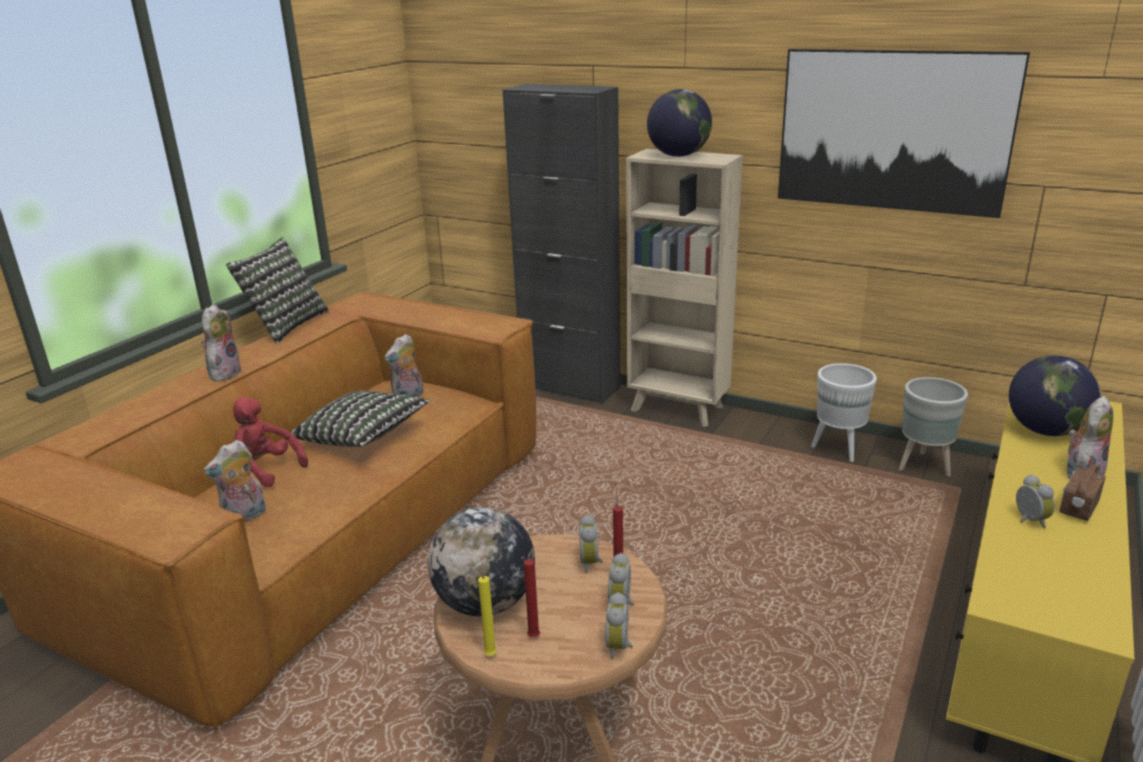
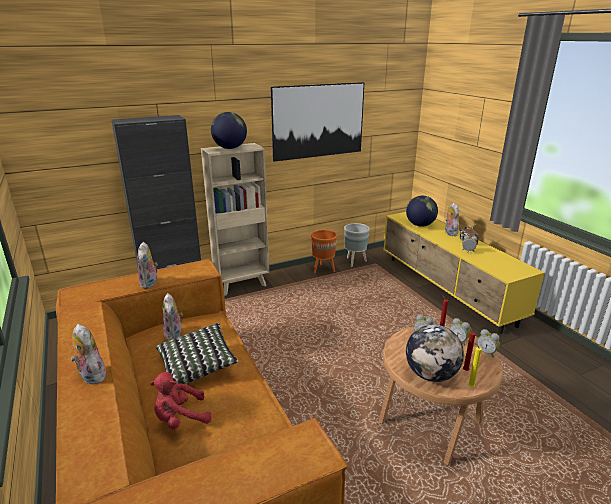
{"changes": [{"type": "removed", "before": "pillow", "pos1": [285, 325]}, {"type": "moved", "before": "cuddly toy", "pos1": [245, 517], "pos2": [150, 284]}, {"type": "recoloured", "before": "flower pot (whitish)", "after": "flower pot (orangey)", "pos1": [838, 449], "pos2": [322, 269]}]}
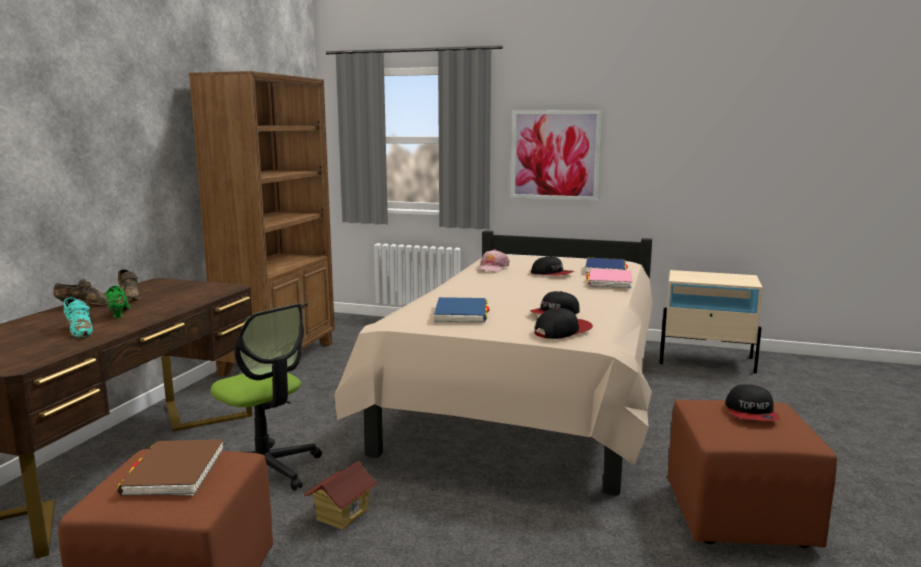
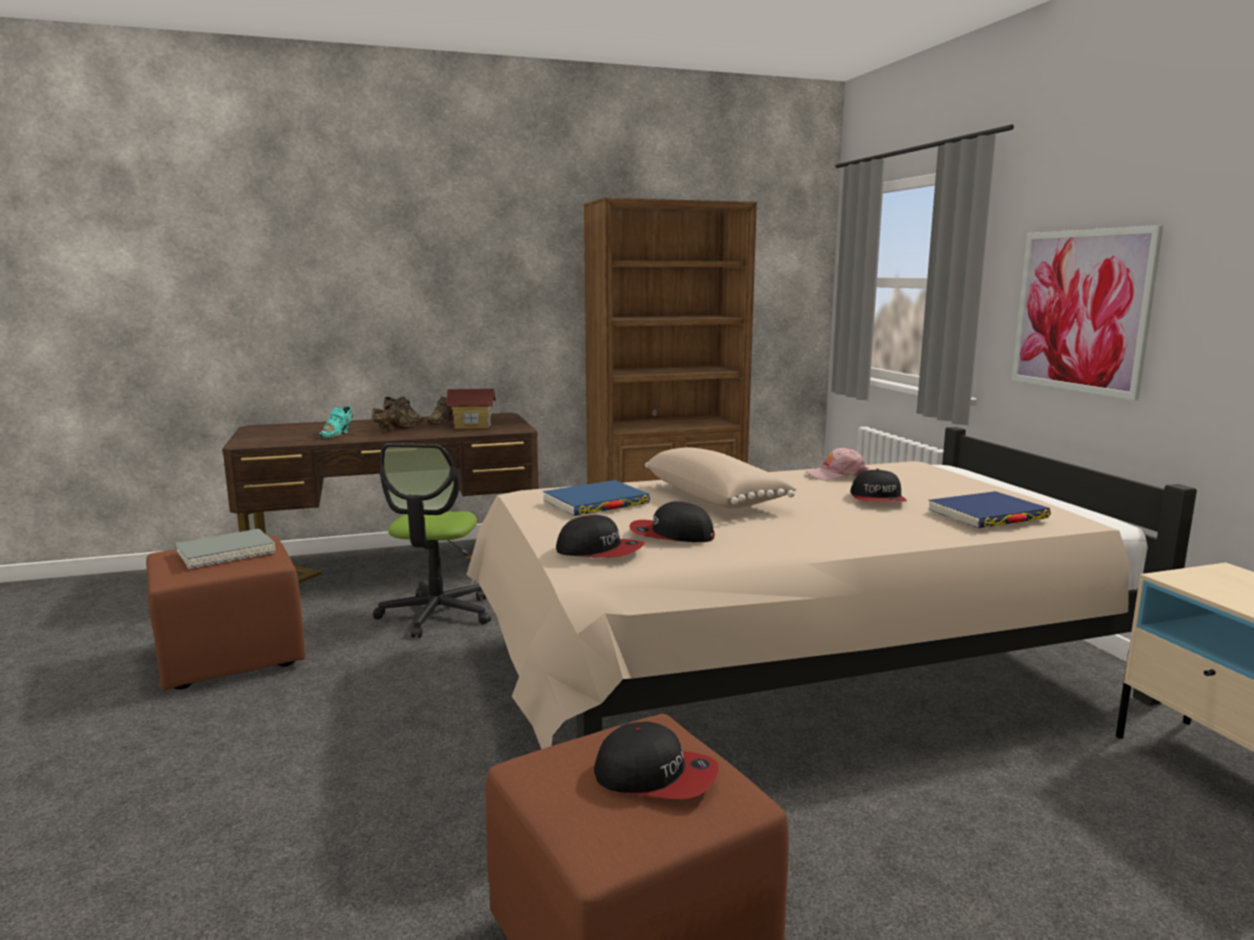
{"changes": [{"type": "removed", "before": "bound book (pink)", "pos1": [609, 282]}, {"type": "added", "after": "pillow (beige-coloured)", "pos2": [716, 498]}, {"type": "moved", "before": "toy house", "pos1": [342, 514], "pos2": [472, 426]}, {"type": "recoloured", "before": "shoe (greenish)", "after": "shoe (brown)", "pos1": [118, 314], "pos2": [393, 430]}, {"type": "recoloured", "before": "bound book (brown)", "after": "bound book (gray)", "pos1": [174, 472], "pos2": [226, 552]}, {"type": "turned", "before": "cap", "pos1": [751, 413], "pos2": [656, 776], "turn": -135}]}
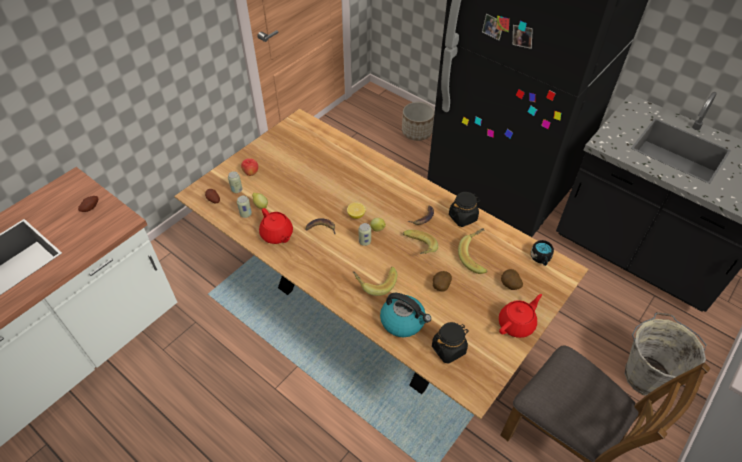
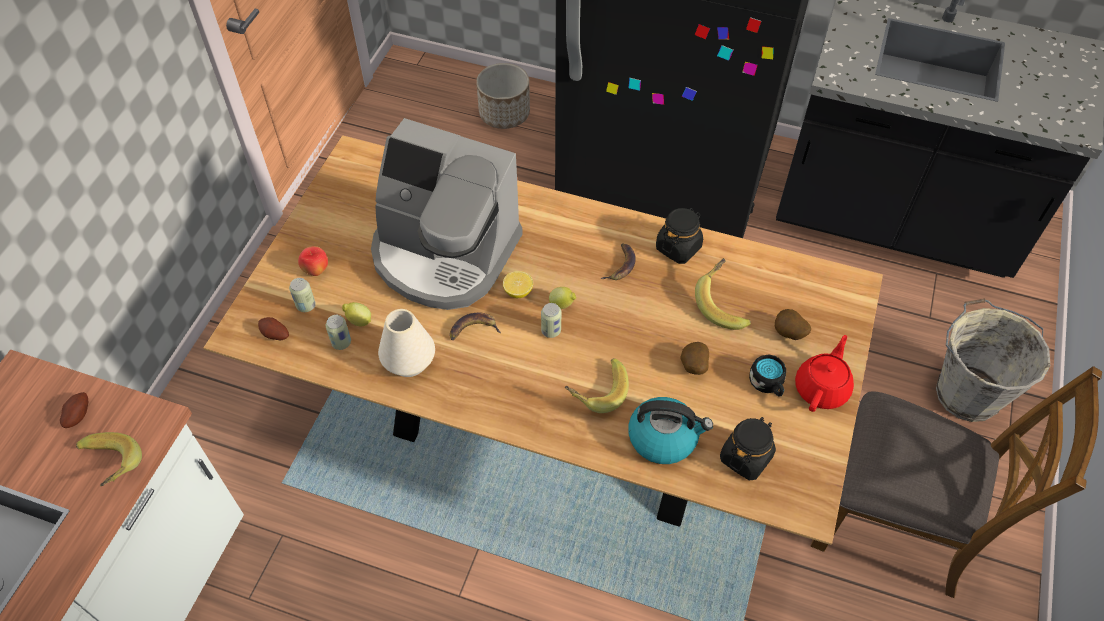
{"changes": [{"type": "added", "after": "coffee machine", "pos2": [444, 254]}, {"type": "moved", "before": "banana fruit", "pos1": [417, 250], "pos2": [110, 469]}, {"type": "moved", "before": "coffee mug (black)", "pos1": [541, 259], "pos2": [768, 384]}, {"type": "replaced", "before": "tea pot (red-coloured)", "after": "decorative vase (whitish)", "pos1": [277, 235], "pos2": [409, 362]}]}
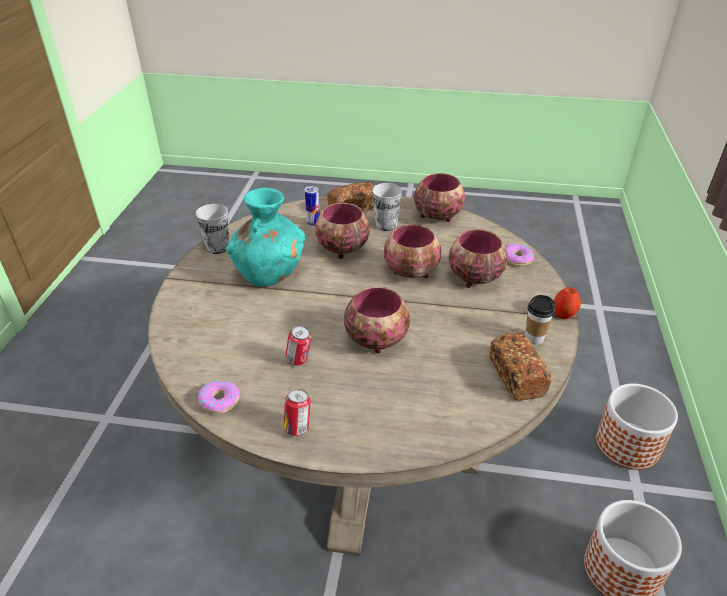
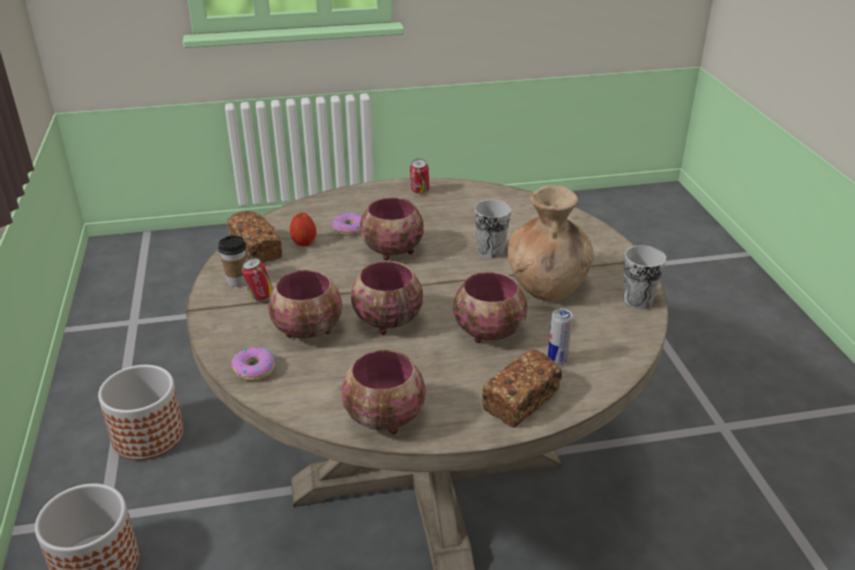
{"changes": [{"type": "moved", "before": "doughnut", "pos1": [219, 401], "pos2": [349, 229]}, {"type": "moved", "before": "sealed can", "pos1": [299, 360], "pos2": [259, 297]}, {"type": "moved", "before": "drinking cup", "pos1": [386, 225], "pos2": [490, 251]}, {"type": "moved", "before": "apple fruit", "pos1": [563, 315], "pos2": [304, 242]}, {"type": "recoloured", "before": "decorative vase (turquoise)", "after": "decorative vase (brown)", "pos1": [270, 272], "pos2": [547, 286]}]}
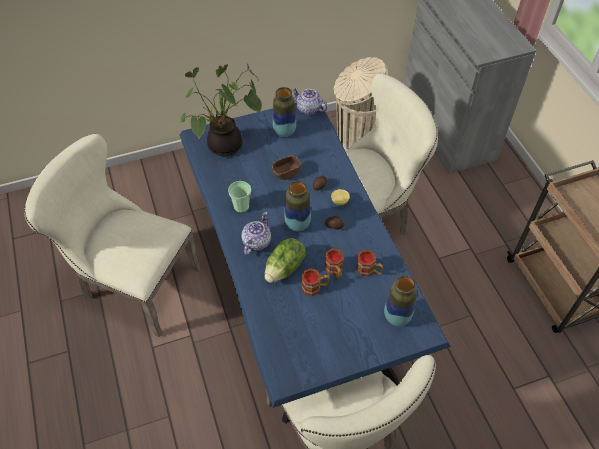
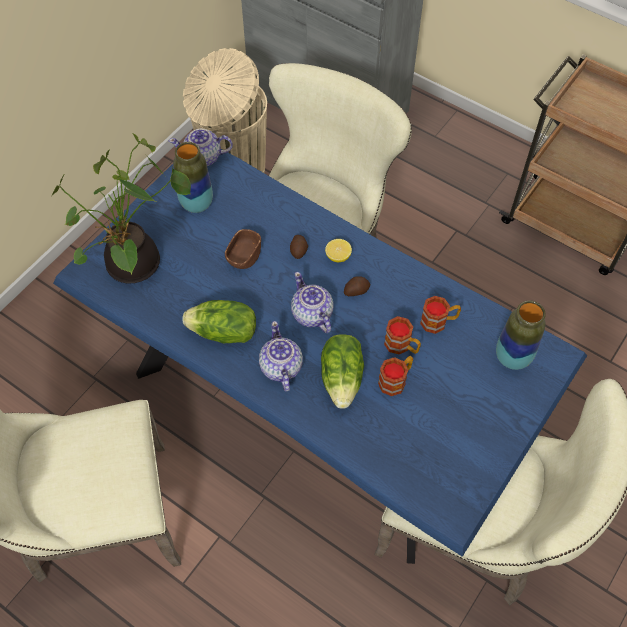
{"changes": [{"type": "replaced", "before": "drinking cup", "after": "head of lettuce", "pos1": [241, 206], "pos2": [223, 333]}, {"type": "replaced", "before": "decorative vase", "after": "tea pot", "pos1": [297, 224], "pos2": [312, 315]}]}
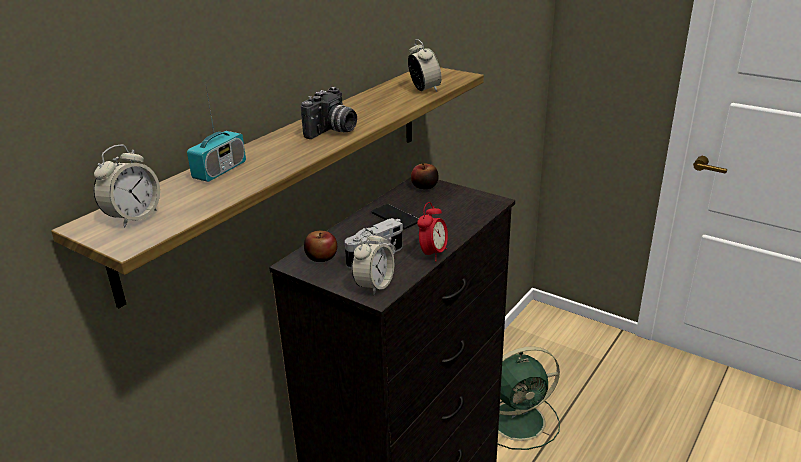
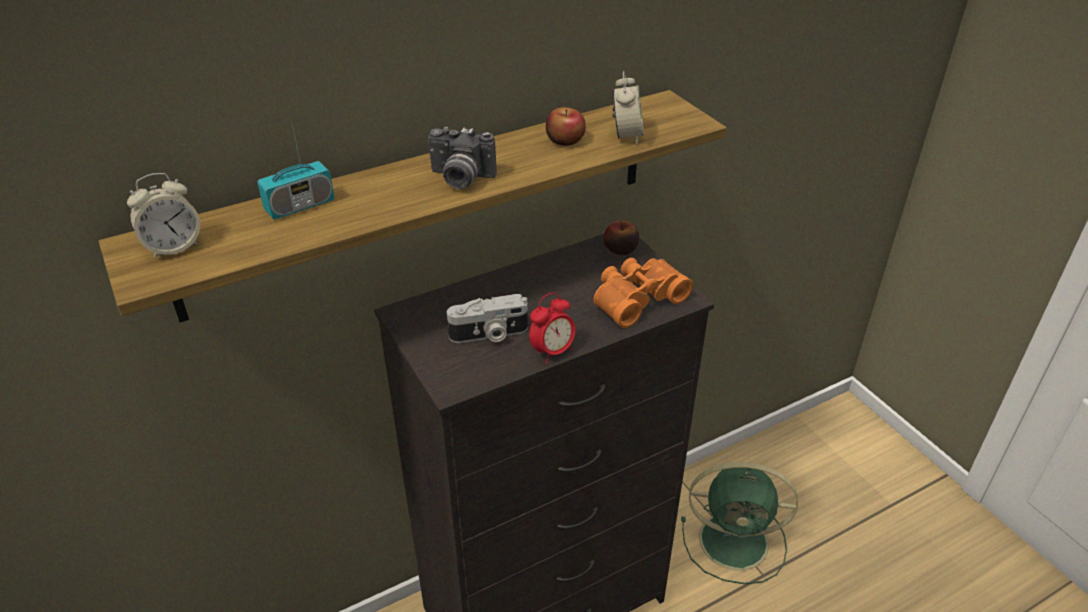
{"changes": [{"type": "removed", "before": "bedside clock", "pos1": [374, 285]}, {"type": "removed", "before": "phone", "pos1": [395, 217]}, {"type": "added", "after": "binoculars (orangey)", "pos2": [636, 298]}, {"type": "moved", "before": "apple fruit", "pos1": [321, 257], "pos2": [565, 140]}, {"type": "turned", "before": "photo camera", "pos1": [332, 131], "pos2": [460, 179], "turn": 45}]}
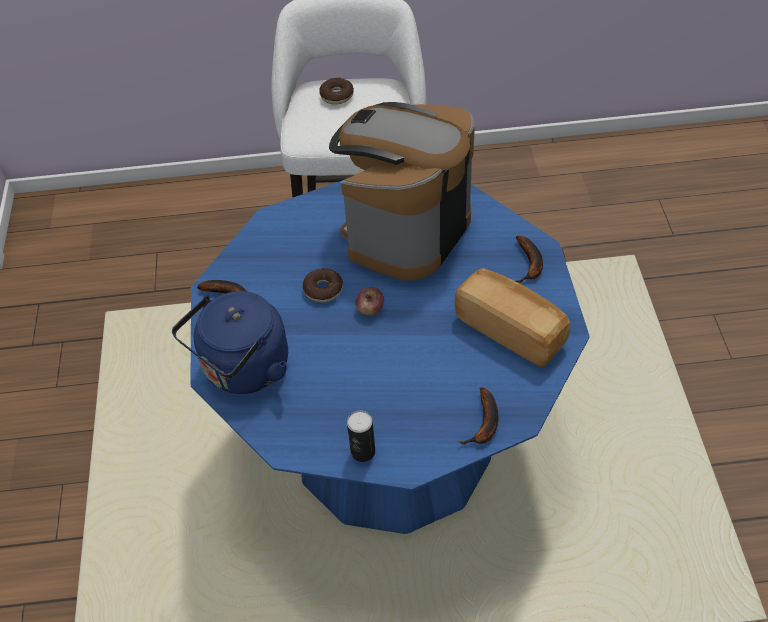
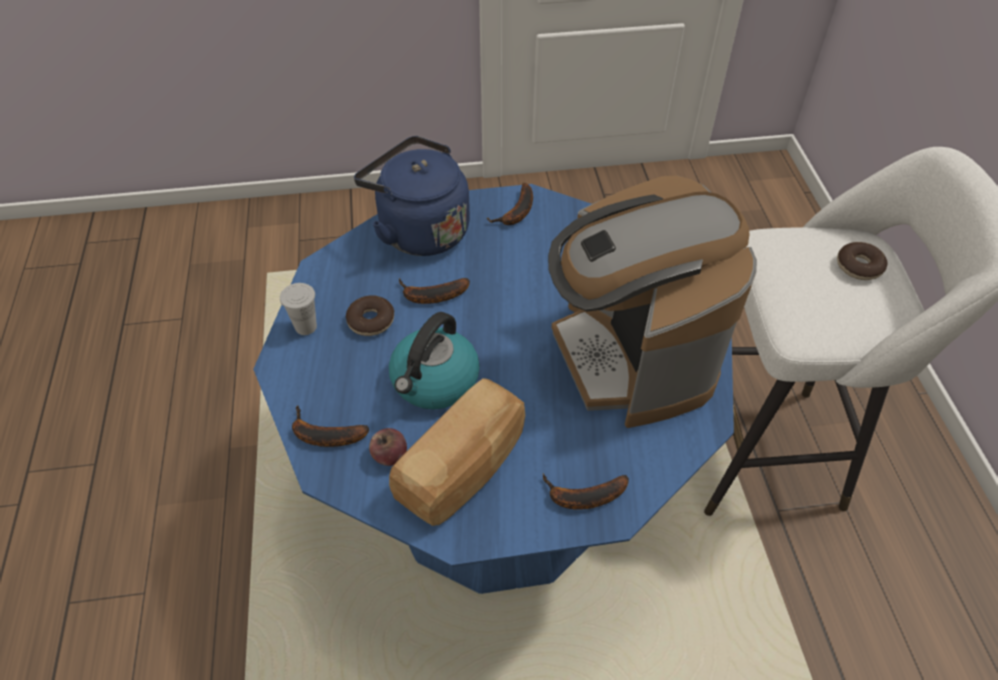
{"changes": [{"type": "added", "after": "kettle", "pos2": [434, 381]}, {"type": "added", "after": "banana fruit", "pos2": [431, 296]}, {"type": "moved", "before": "doughnut", "pos1": [323, 290], "pos2": [371, 321]}, {"type": "moved", "before": "apple fruit", "pos1": [370, 309], "pos2": [389, 456]}, {"type": "replaced", "before": "sealed can", "after": "drinking cup (whitish)", "pos1": [363, 451], "pos2": [306, 327]}, {"type": "turned", "before": "coffee machine", "pos1": [405, 230], "pos2": [631, 356], "turn": -135}]}
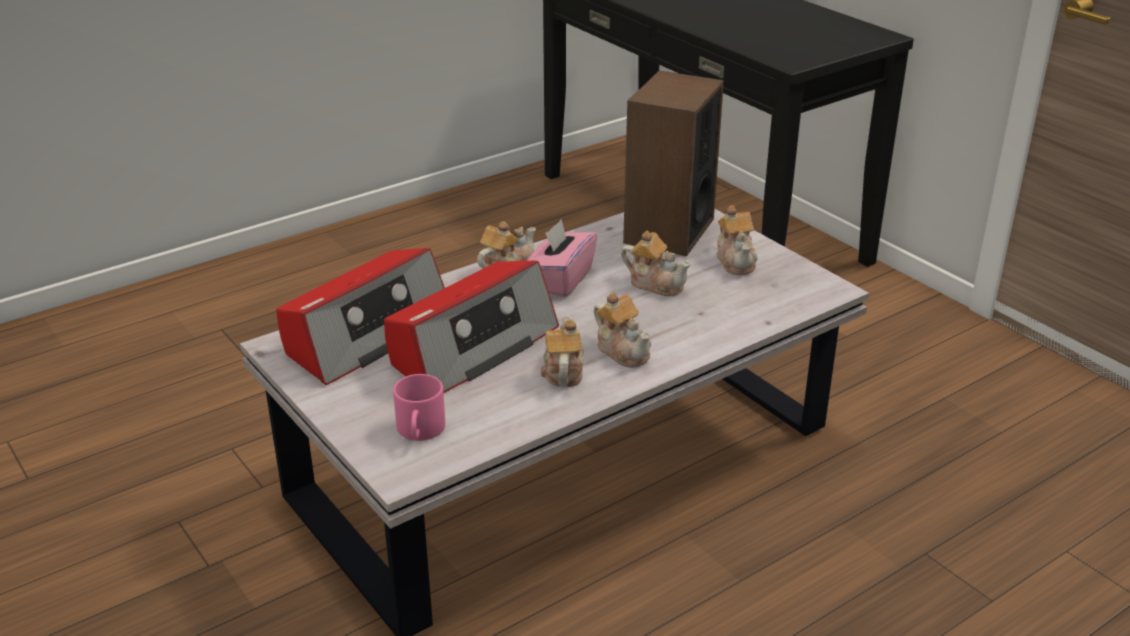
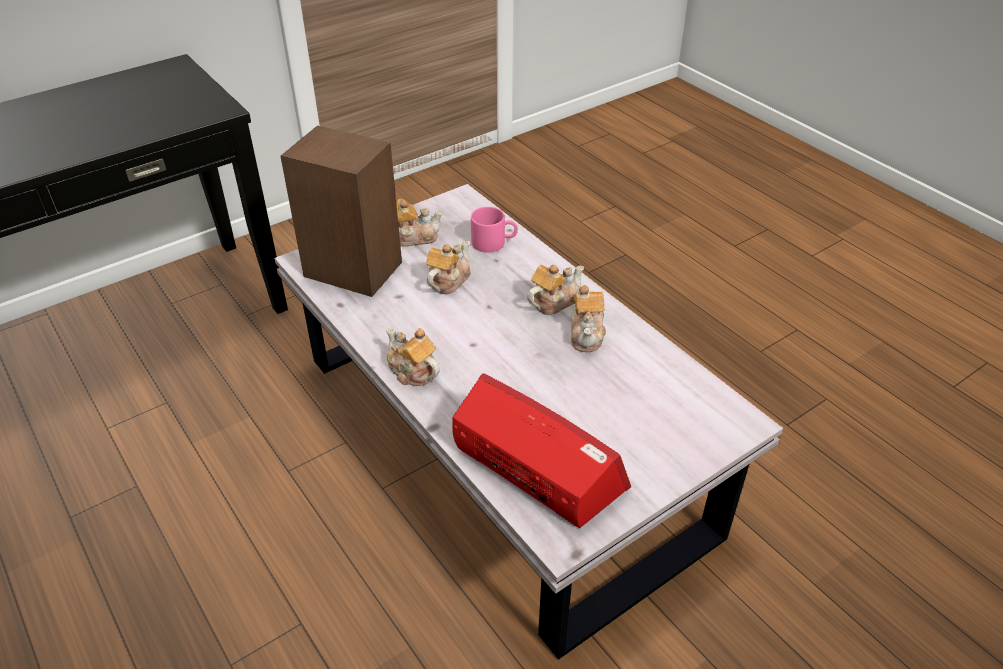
{"changes": [{"type": "removed", "before": "radio set", "pos1": [471, 347]}, {"type": "removed", "before": "tissue holder (pink)", "pos1": [560, 280]}, {"type": "moved", "before": "coffee mug (pink)", "pos1": [421, 431], "pos2": [494, 242]}, {"type": "turned", "before": "tea pot", "pos1": [563, 371], "pos2": [587, 334], "turn": -90}]}
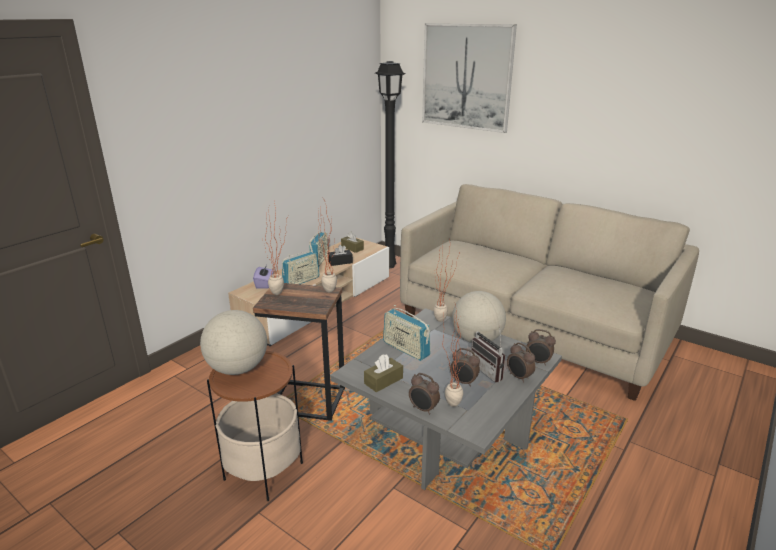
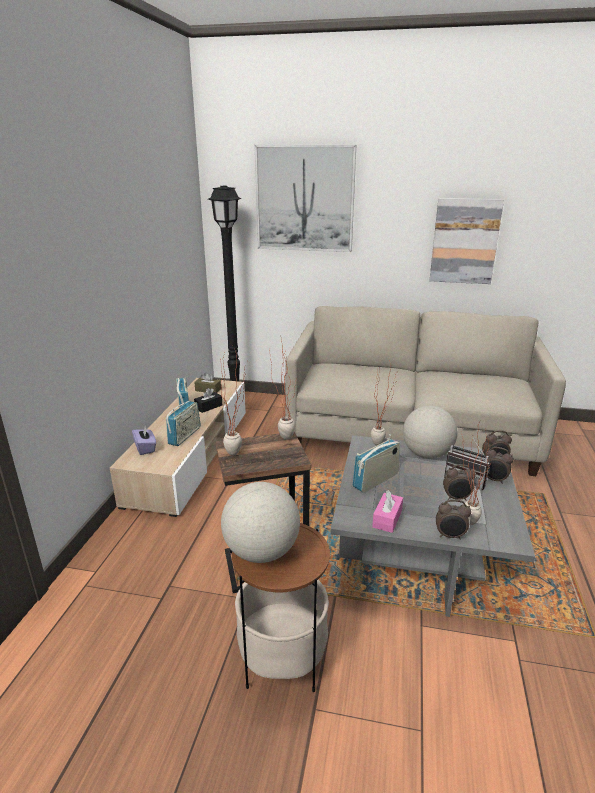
{"changes": [{"type": "added", "after": "wall art", "pos2": [464, 241]}, {"type": "recoloured", "before": "tissue holder (brown)", "after": "tissue holder (pink)", "pos1": [383, 381], "pos2": [387, 519]}, {"type": "turned", "before": "radio set", "pos1": [406, 349], "pos2": [375, 480], "turn": 120}]}
